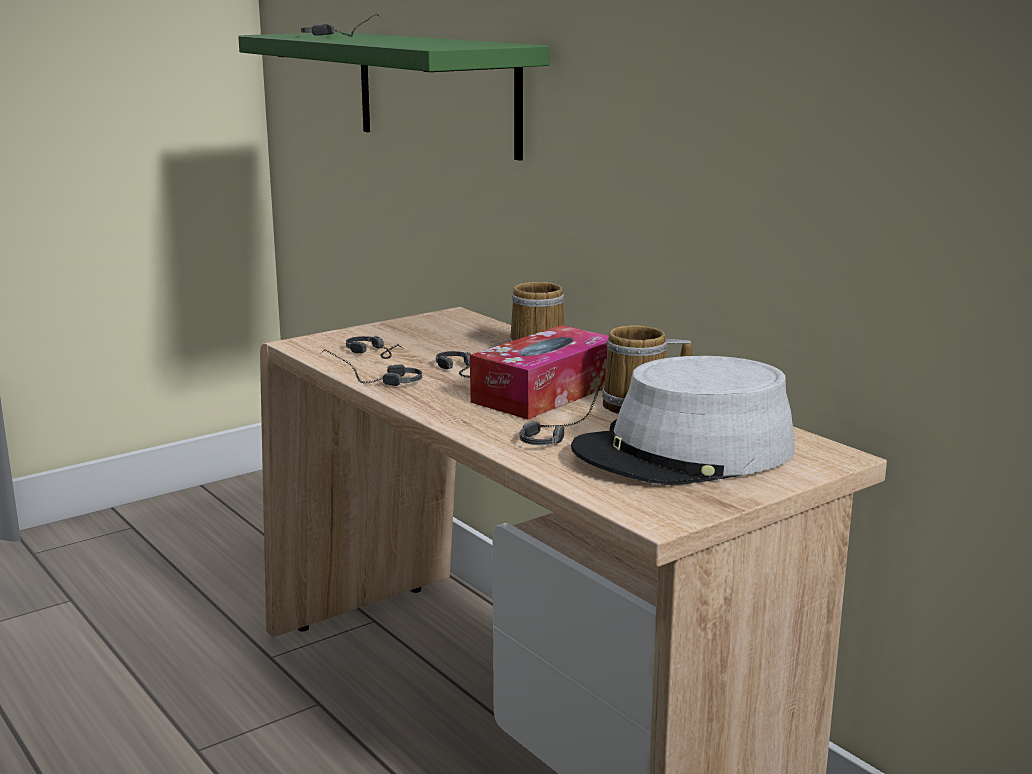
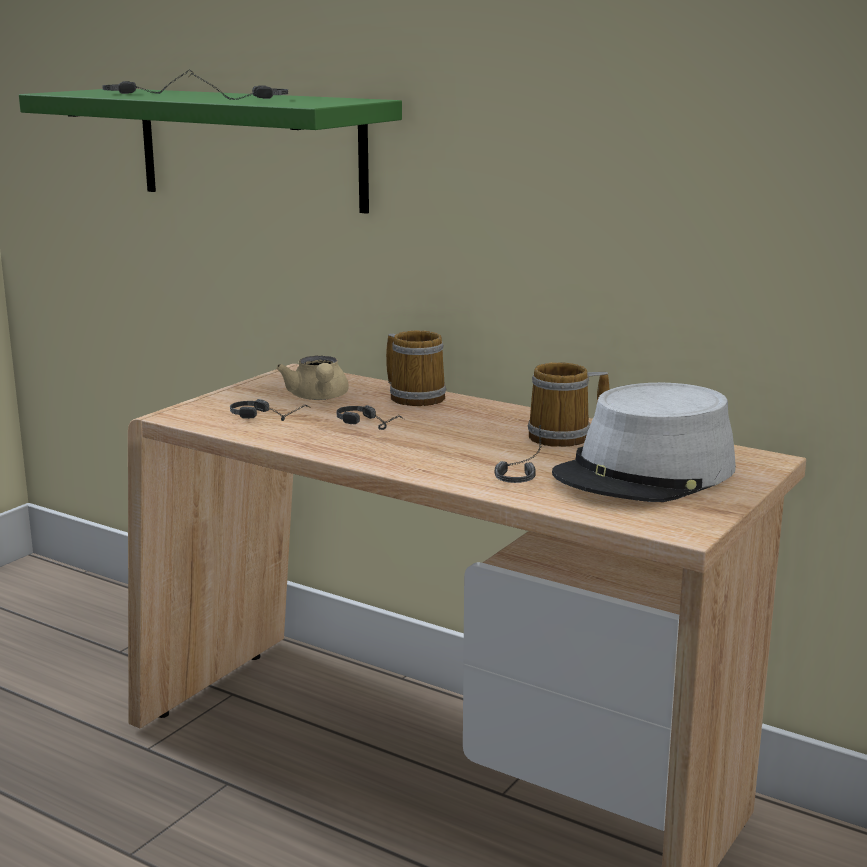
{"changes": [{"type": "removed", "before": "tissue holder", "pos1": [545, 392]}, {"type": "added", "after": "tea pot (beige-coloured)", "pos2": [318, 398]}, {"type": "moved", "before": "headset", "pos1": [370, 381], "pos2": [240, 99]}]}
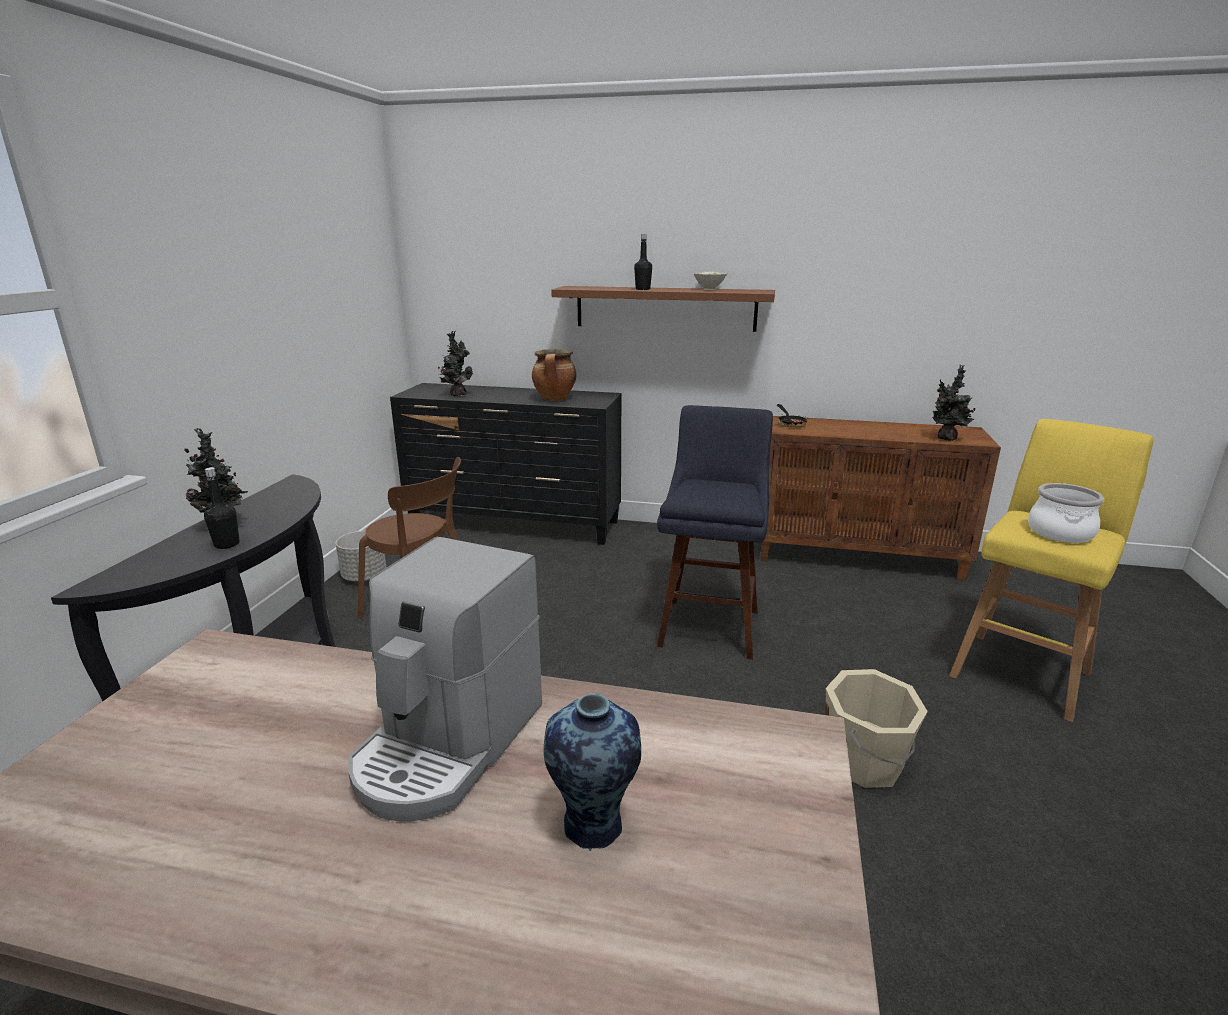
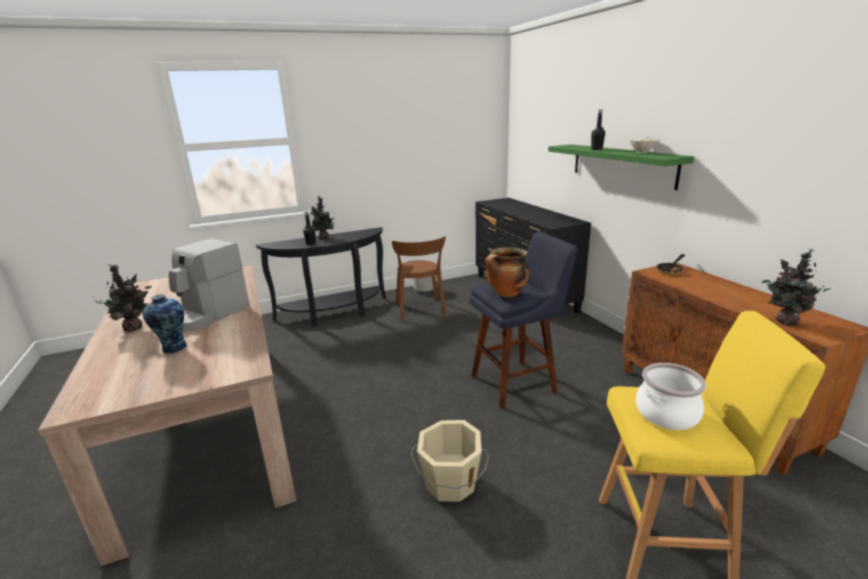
{"changes": [{"type": "moved", "before": "plant in a pot", "pos1": [457, 394], "pos2": [134, 327]}, {"type": "moved", "before": "saucepot", "pos1": [555, 399], "pos2": [506, 294]}, {"type": "recoloured", "before": "bracket shelf (brown)", "after": "bracket shelf (greenish)", "pos1": [665, 308], "pos2": [621, 165]}, {"type": "turned", "before": "coffee machine", "pos1": [448, 744], "pos2": [207, 314], "turn": -45}]}
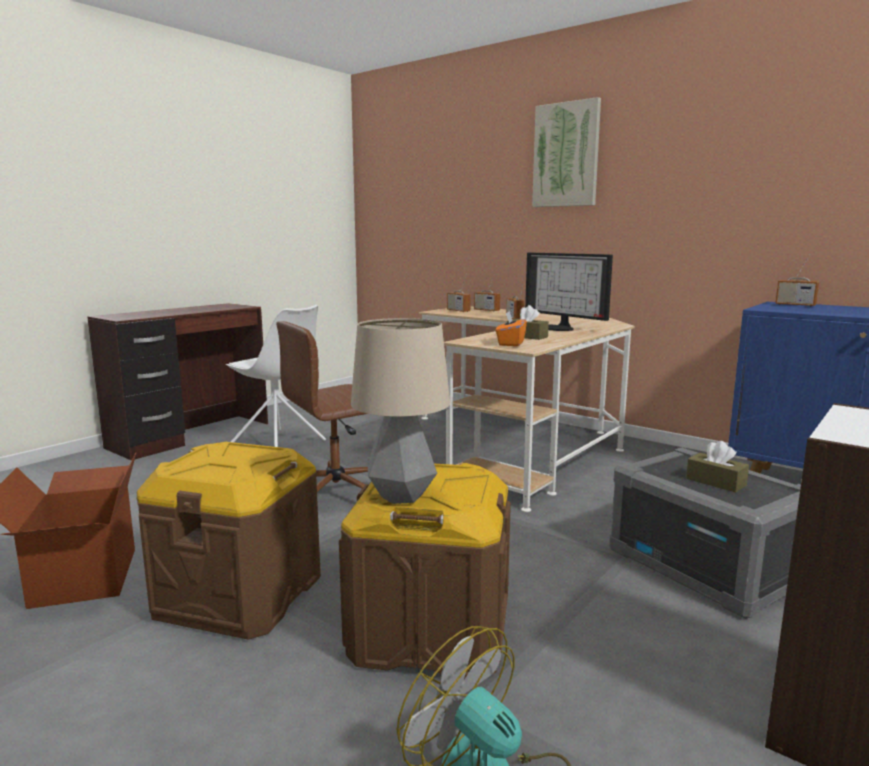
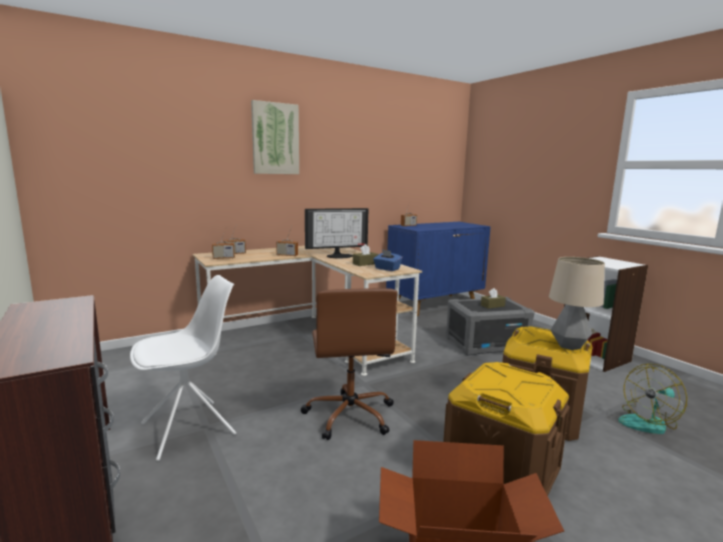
{"changes": [{"type": "recoloured", "before": "tissue holder (orangey)", "after": "tissue holder (blue)", "pos1": [510, 343], "pos2": [387, 269]}]}
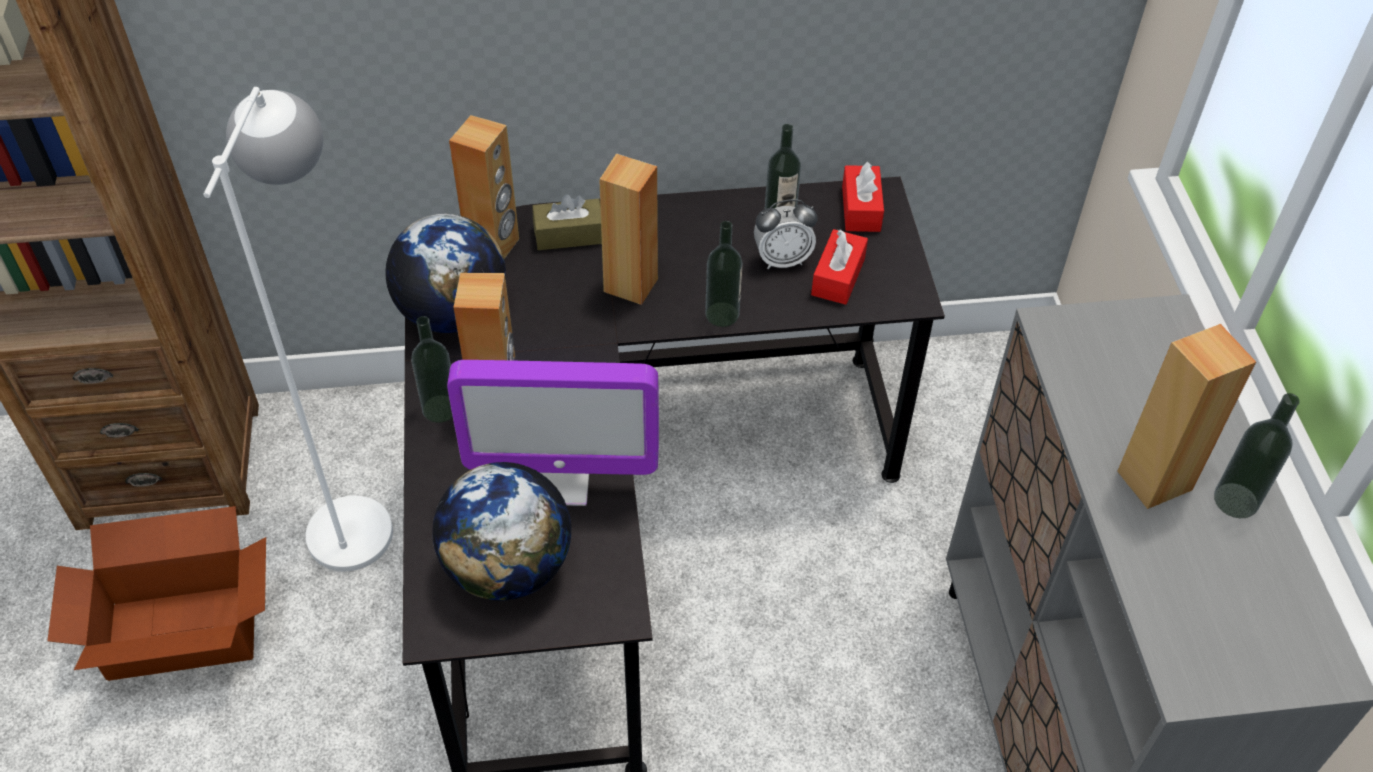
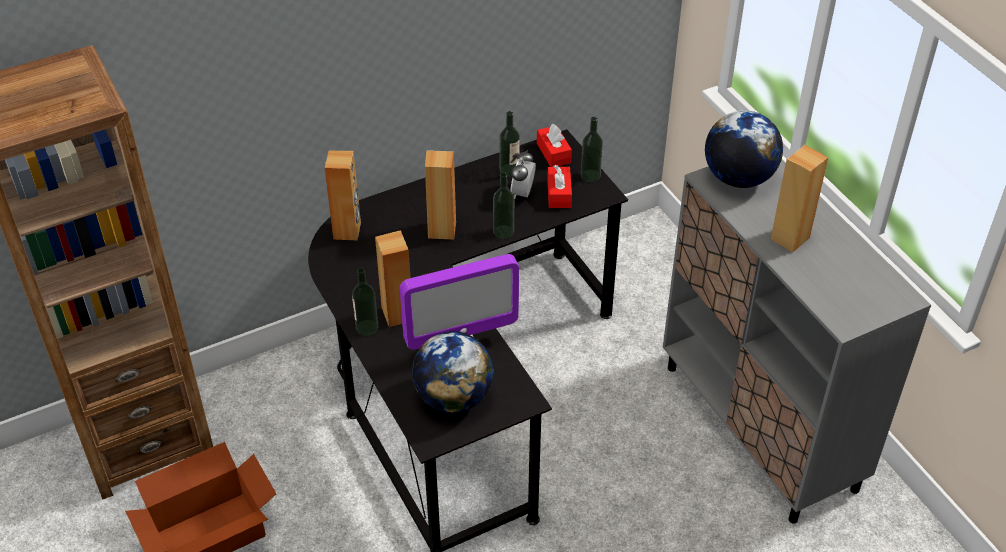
{"changes": [{"type": "removed", "before": "floor lamp (whitish)", "pos1": [357, 509]}, {"type": "removed", "before": "tissue holder (brown)", "pos1": [569, 235]}, {"type": "moved", "before": "desk globe", "pos1": [452, 313], "pos2": [738, 178]}, {"type": "moved", "before": "bottle", "pos1": [1236, 500], "pos2": [590, 176]}, {"type": "turned", "before": "bedside clock", "pos1": [782, 260], "pos2": [522, 193], "turn": 135}]}
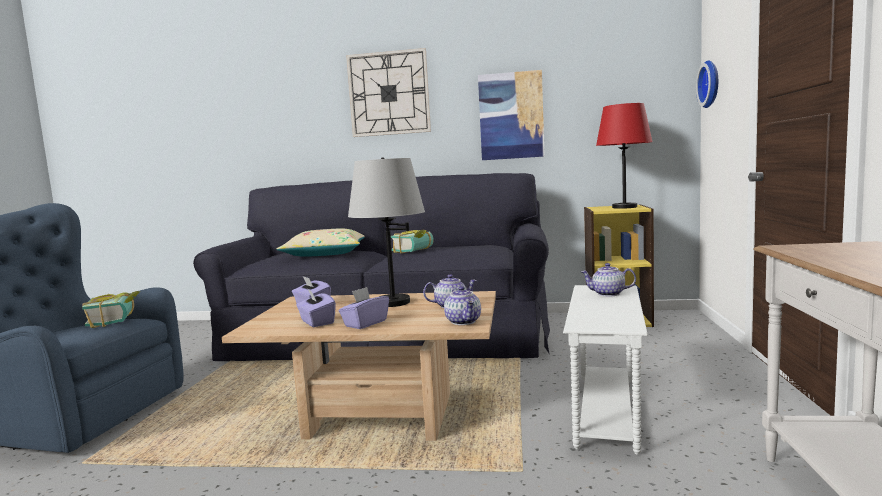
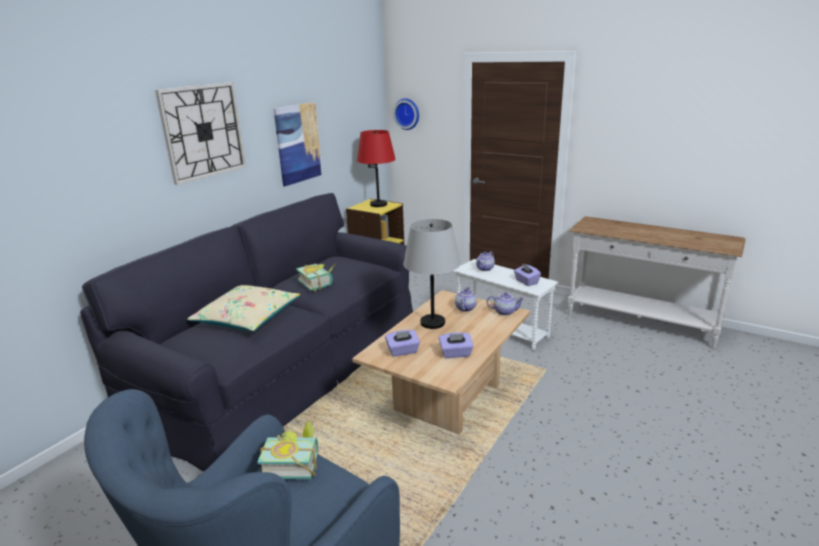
{"changes": [{"type": "moved", "before": "tissue holder (purplish)", "pos1": [365, 323], "pos2": [526, 282]}]}
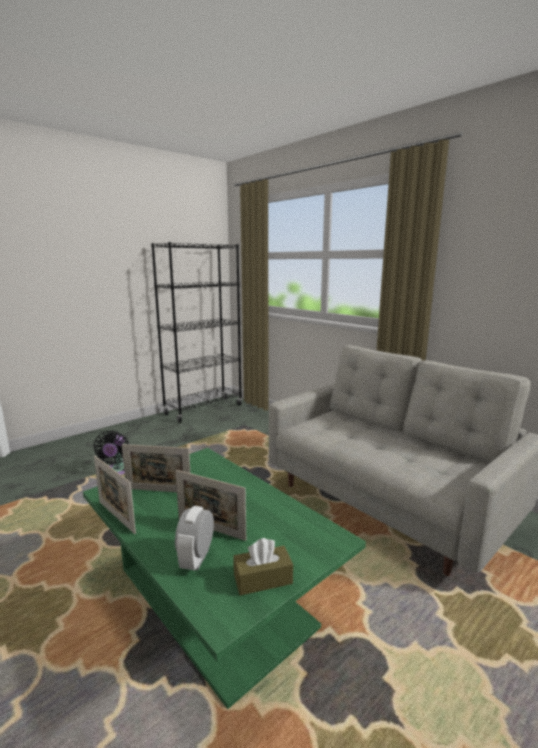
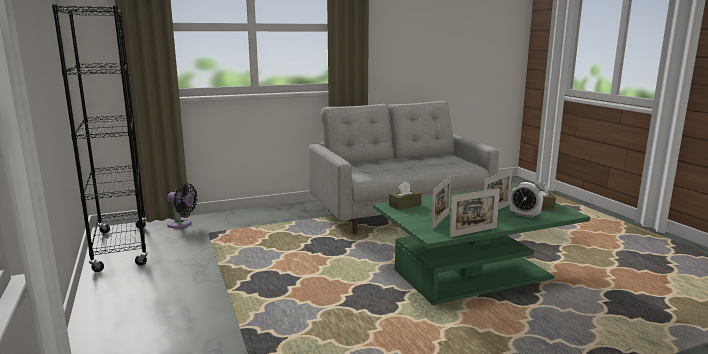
{"changes": [{"type": "added", "after": "tissue holder (brown)", "pos2": [405, 205]}, {"type": "moved", "before": "electric fan (black)", "pos1": [118, 471], "pos2": [182, 224]}]}
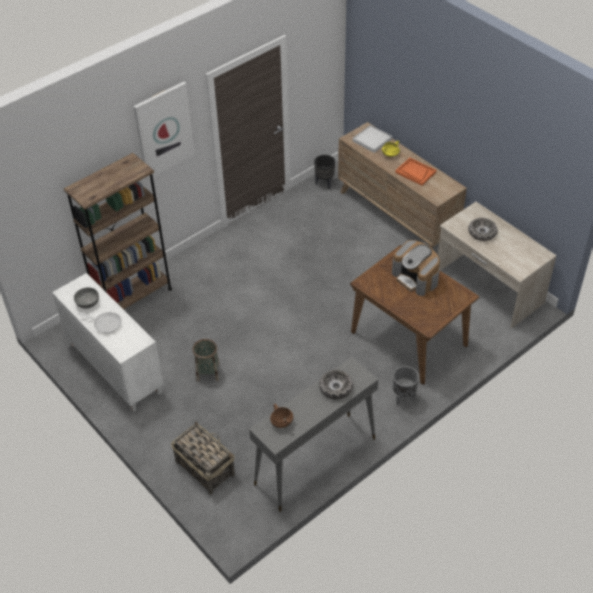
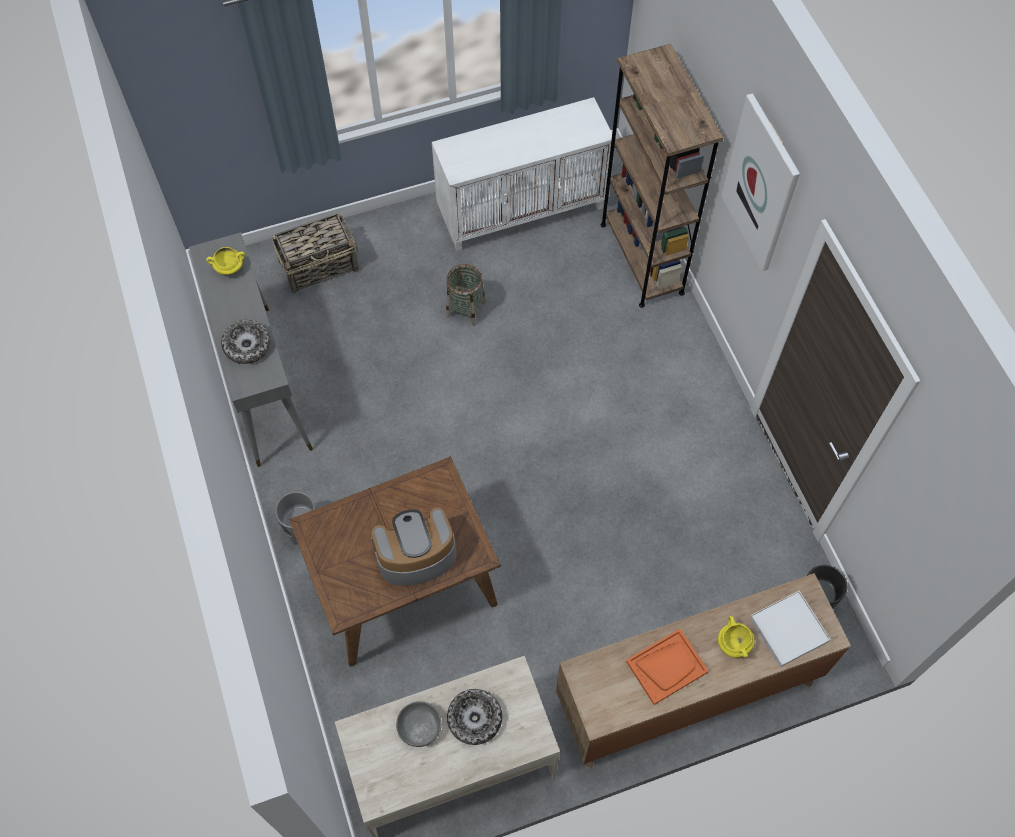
{"changes": [{"type": "removed", "before": "pan", "pos1": [105, 323]}, {"type": "moved", "before": "bowl (gray)", "pos1": [87, 302], "pos2": [420, 727]}, {"type": "recoloured", "before": "saucepot (brown)", "after": "saucepot (yellow-coloured)", "pos1": [281, 422], "pos2": [230, 268]}]}
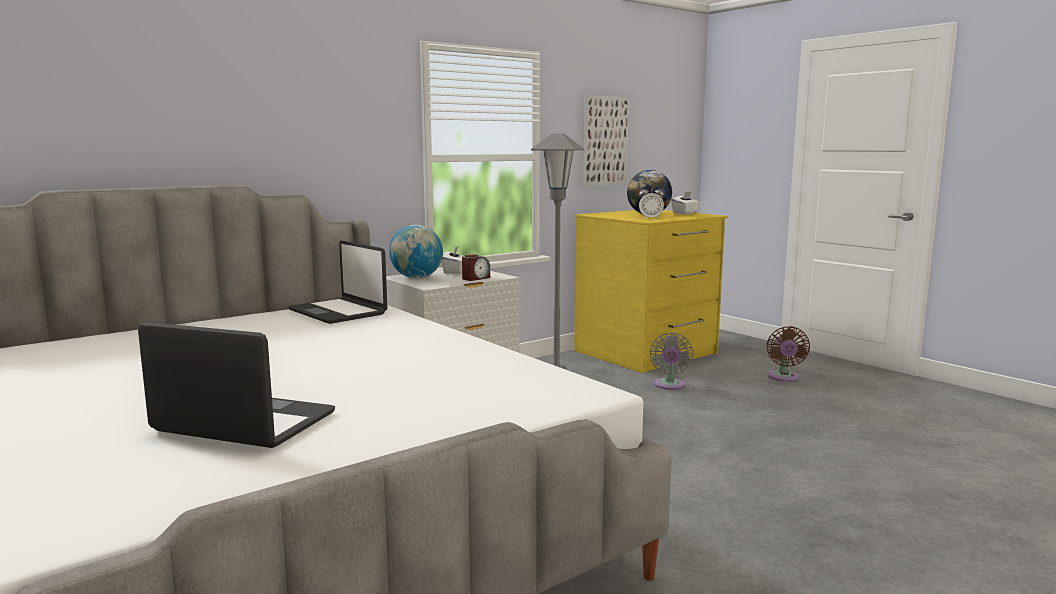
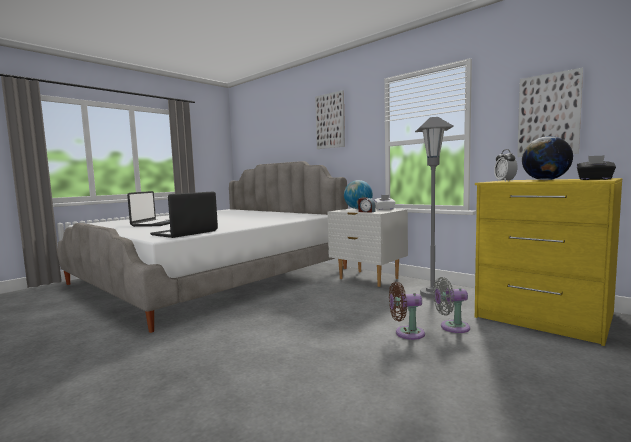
{"changes": [{"type": "added", "after": "wall art", "pos2": [330, 121]}, {"type": "moved", "before": "portable computer", "pos1": [338, 312], "pos2": [185, 233]}, {"type": "moved", "before": "electric fan (brown)", "pos1": [783, 378], "pos2": [406, 333]}, {"type": "recoloured", "before": "tissue holder (whitish)", "after": "tissue holder (black)", "pos1": [685, 213], "pos2": [594, 179]}]}
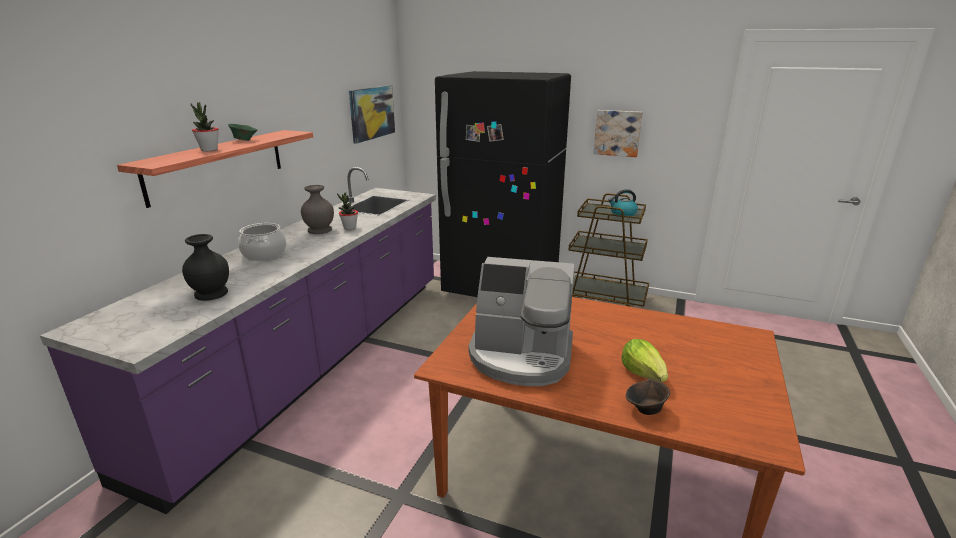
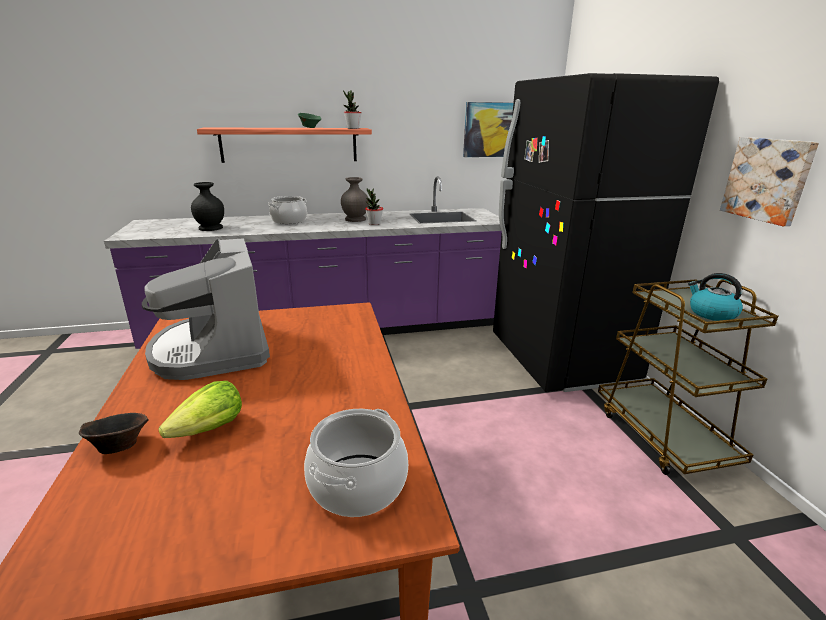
{"changes": [{"type": "added", "after": "saucepot", "pos2": [358, 485]}, {"type": "moved", "before": "plant in a pot", "pos1": [209, 150], "pos2": [353, 128]}]}
